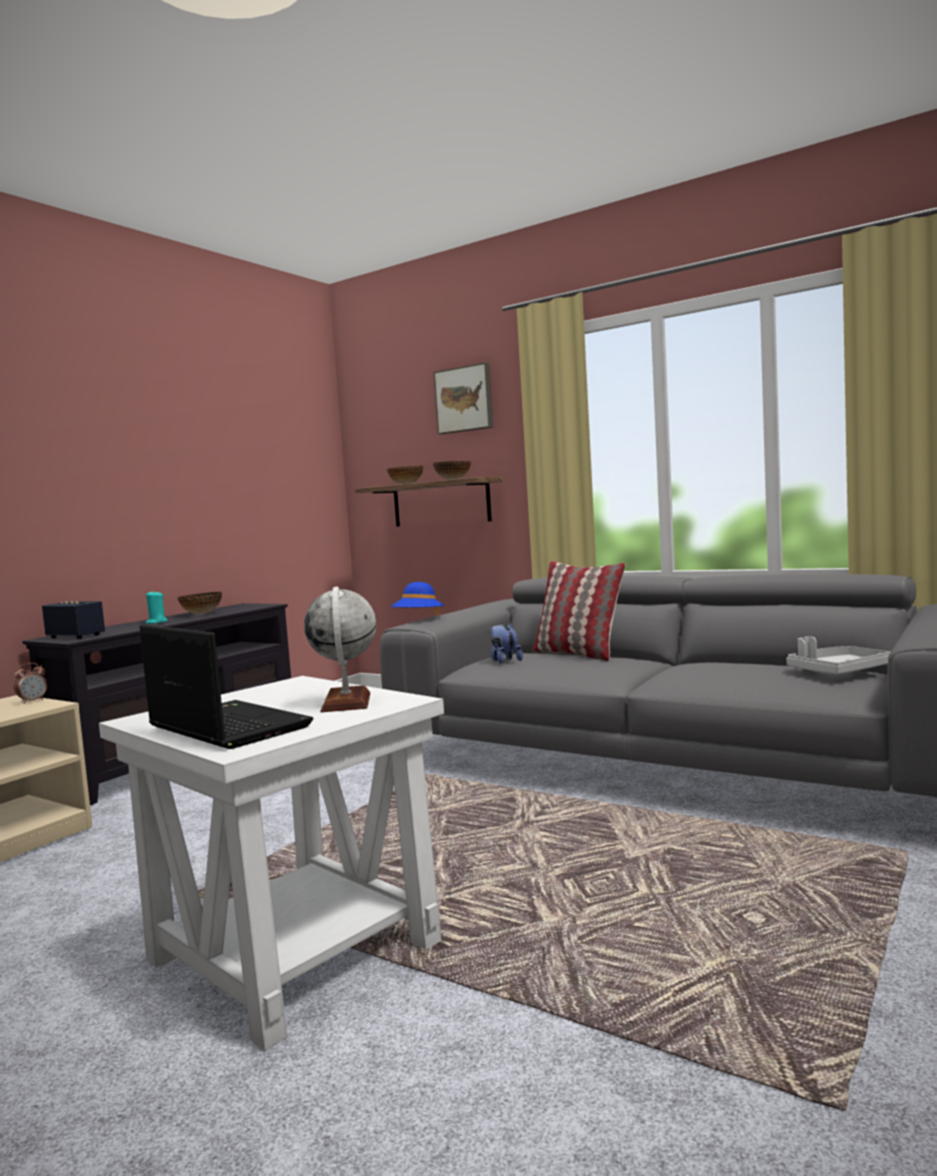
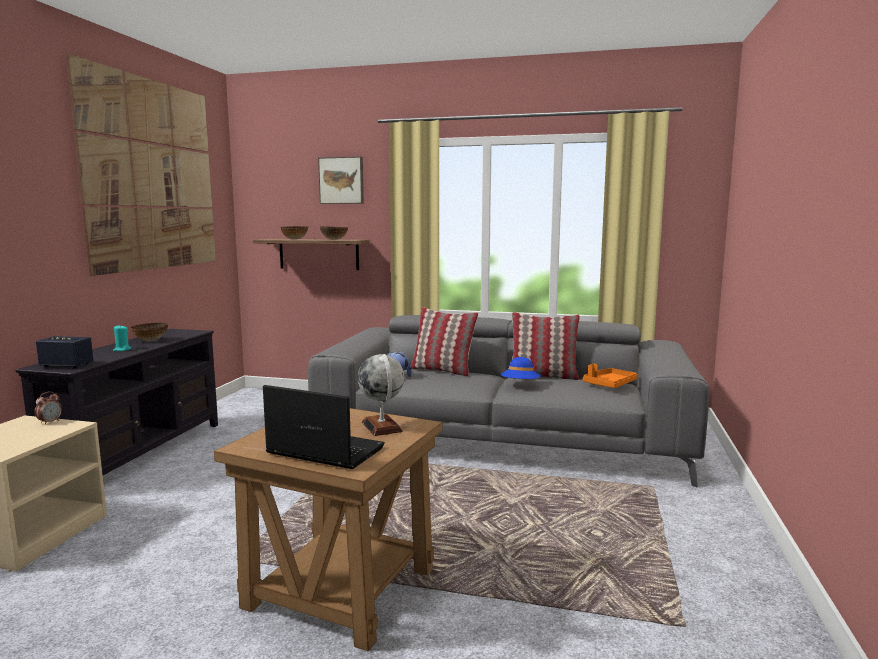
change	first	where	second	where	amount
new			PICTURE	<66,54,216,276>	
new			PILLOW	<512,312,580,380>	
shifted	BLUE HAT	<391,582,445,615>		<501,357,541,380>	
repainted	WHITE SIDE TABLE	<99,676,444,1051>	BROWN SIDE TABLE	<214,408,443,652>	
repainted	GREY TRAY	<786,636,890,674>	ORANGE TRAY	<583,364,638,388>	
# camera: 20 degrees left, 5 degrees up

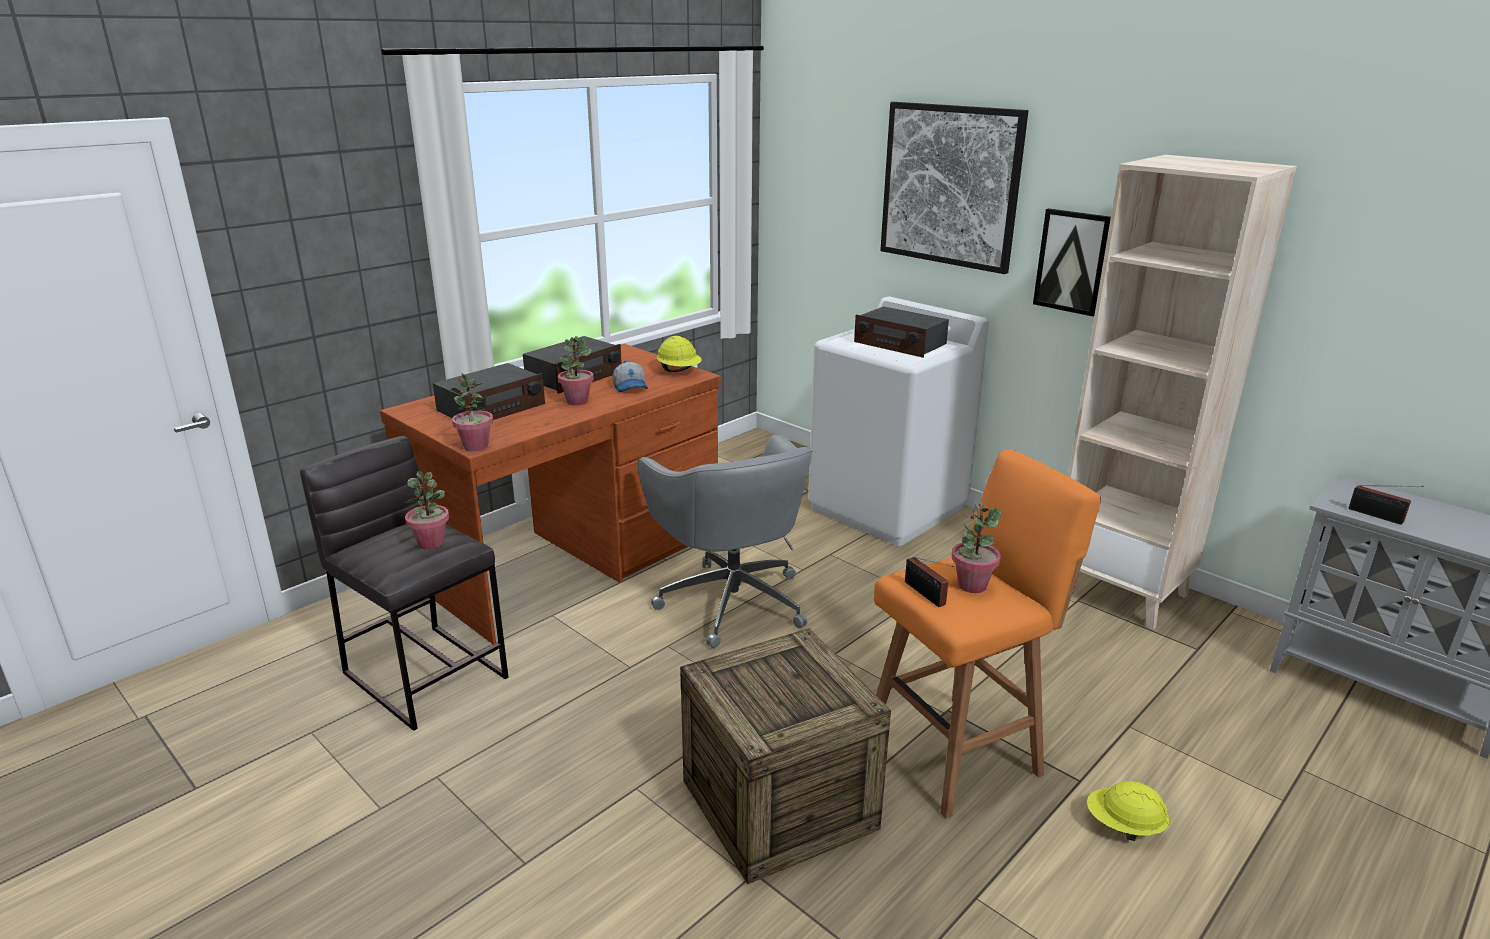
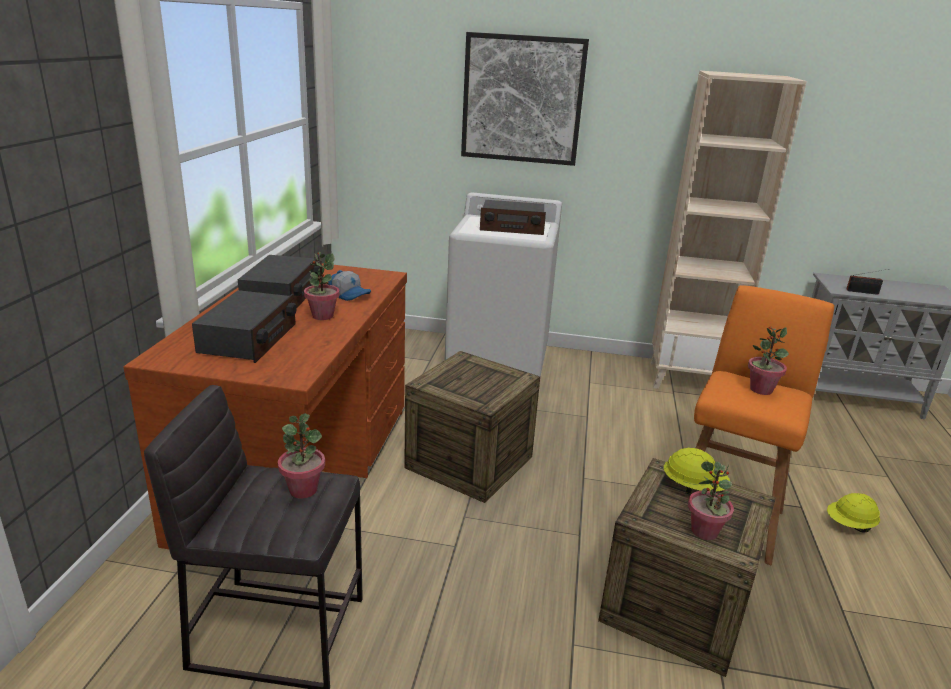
change	first	where	second	where	amount
gone	RADIO	<905,557,953,607>			
gone	PICTURE	<1033,208,1111,317>			
shifted	POTTED PLANT	<450,373,493,451>		<688,461,734,540>	
shifted	YELLOW HARD HAT	<656,336,702,372>		<664,448,730,495>	
swapped	GREY OFFICE CHAIR	<638,435,813,648>	CRATE	<404,351,540,503>	
# camera: 35 degrees left, 0 degrees up

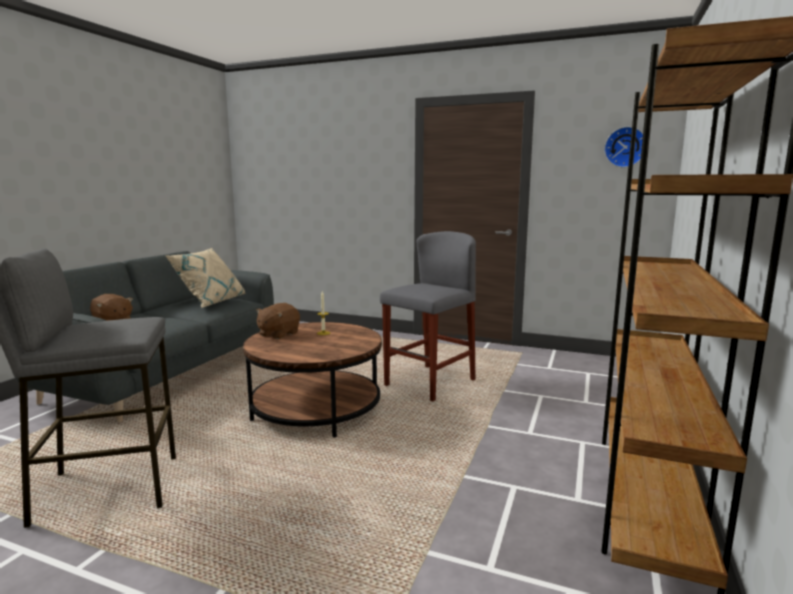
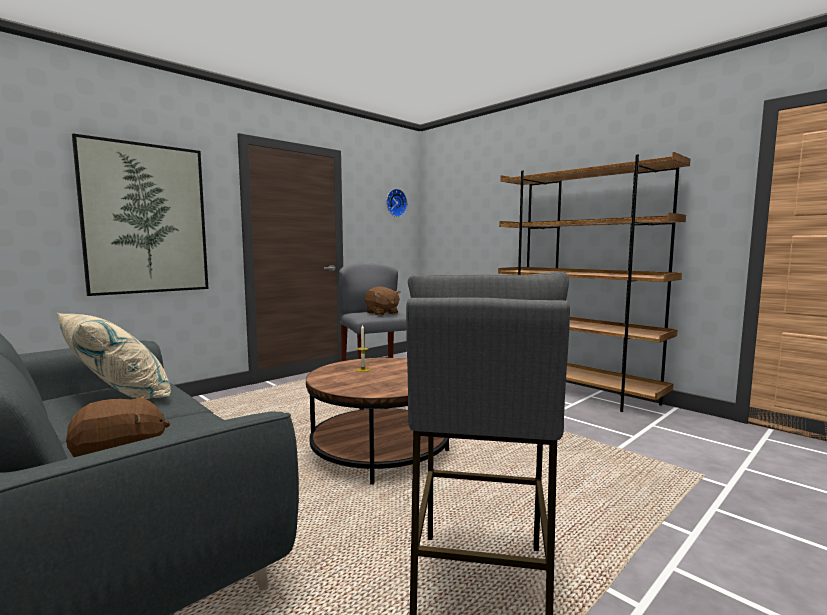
change	first	where	second	where	amount
new			PICTURE	<72,133,208,296>	
shifted	BROWN PLUSH TOY	<256,303,300,339>		<365,286,400,316>	
# camera: 65 degrees left, 5 degrees down

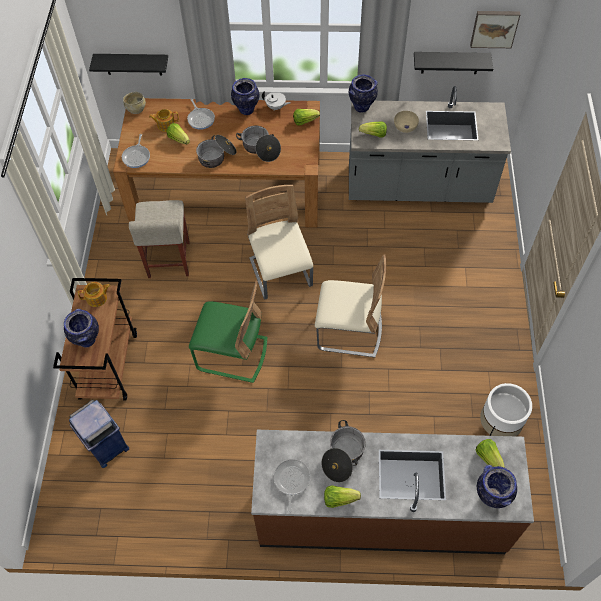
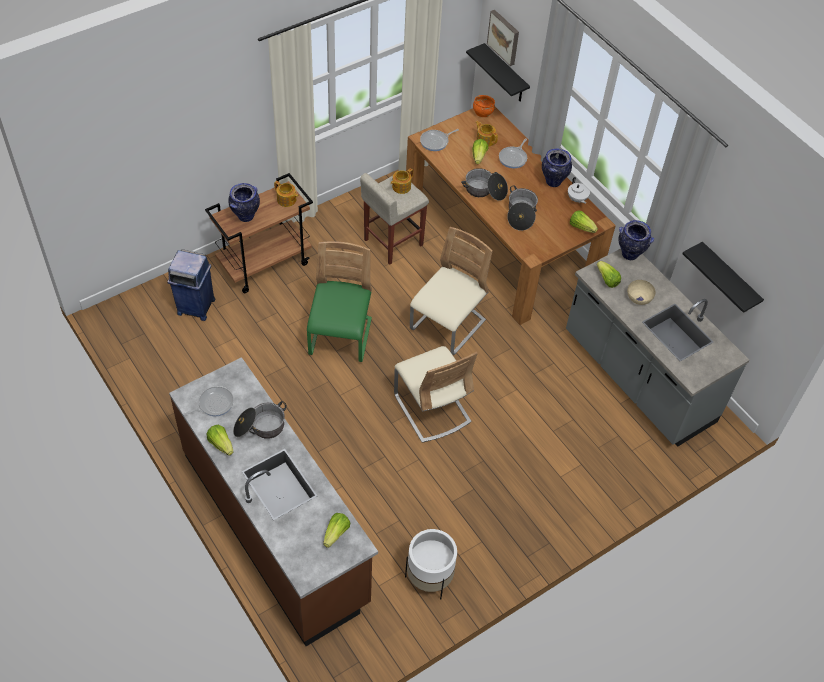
change	first	where	second	where	amount
gone	VASE	<477,465,517,508>			
new			TEAPOT	<390,168,413,194>	
shifted	PICTURE	<470,11,520,48>		<487,10,519,66>	
repainted	BEIGE BOWL	<123,92,146,114>	ORANGE BOWL	<473,95,495,117>	
rotated	GREEN CHAIR	<189,281,267,383>		<307,241,372,362>	150 degrees counterclockwise
# camera: 50 degrees right, 5 degrees down

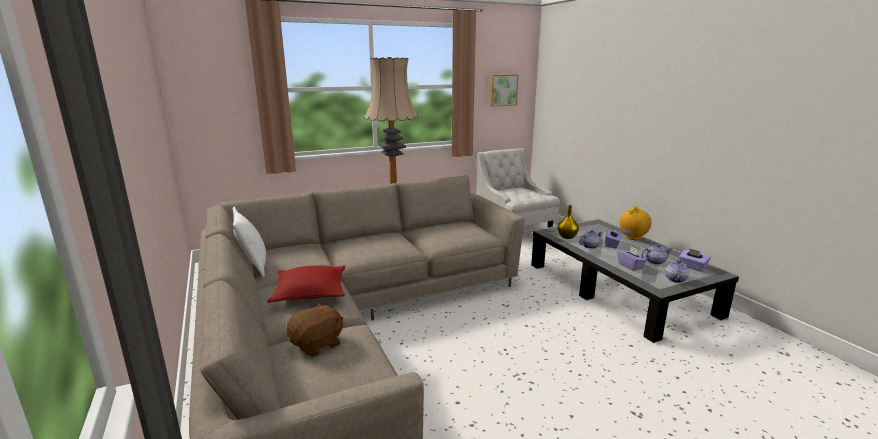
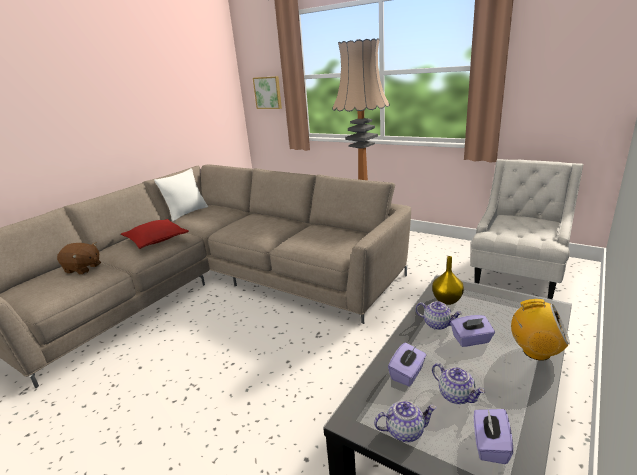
change	first	where	second	where	amount
shifted	PICTURE	<490,74,519,107>		<253,76,282,109>	
# camera: 60 degrees right, 5 degrees up

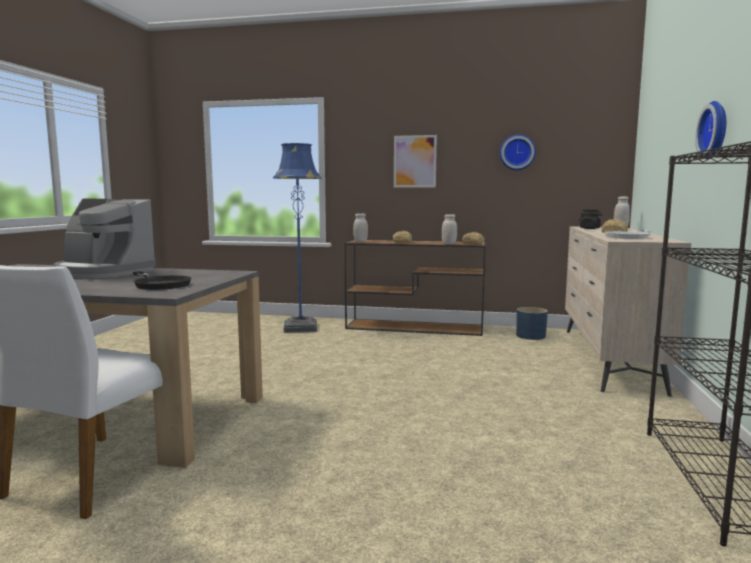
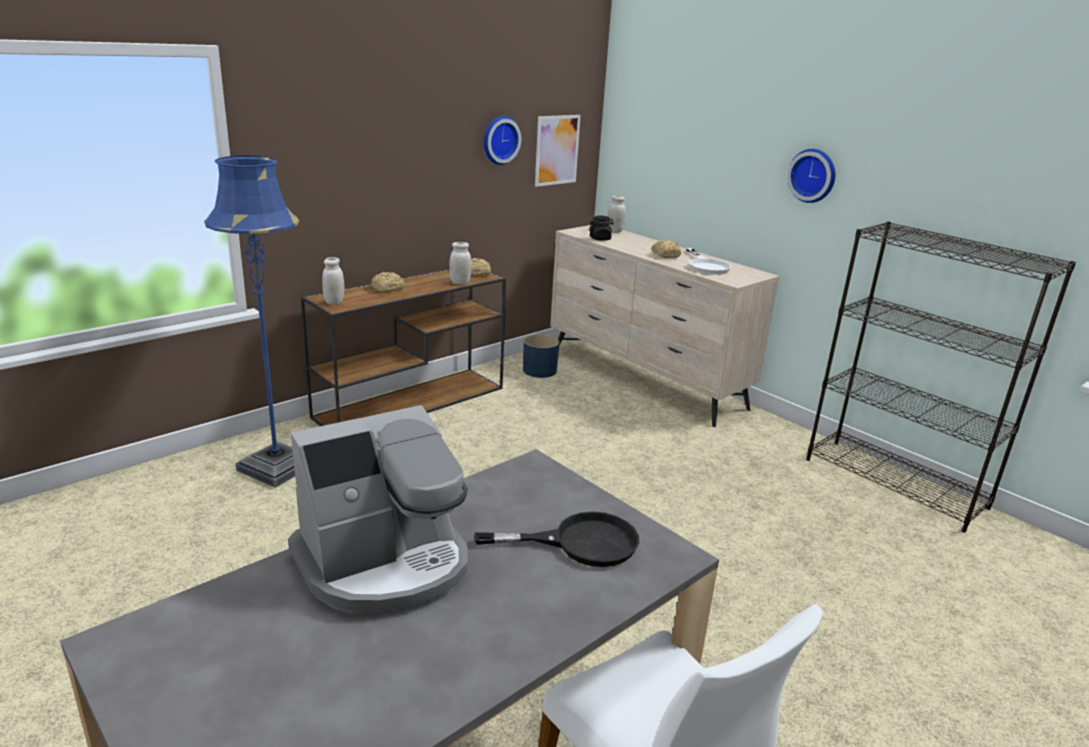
change	first	where	second	where	amount
shifted	PICTURE	<394,135,437,187>		<535,115,581,187>	
# camera: 55 degrees left, 15 degrees up

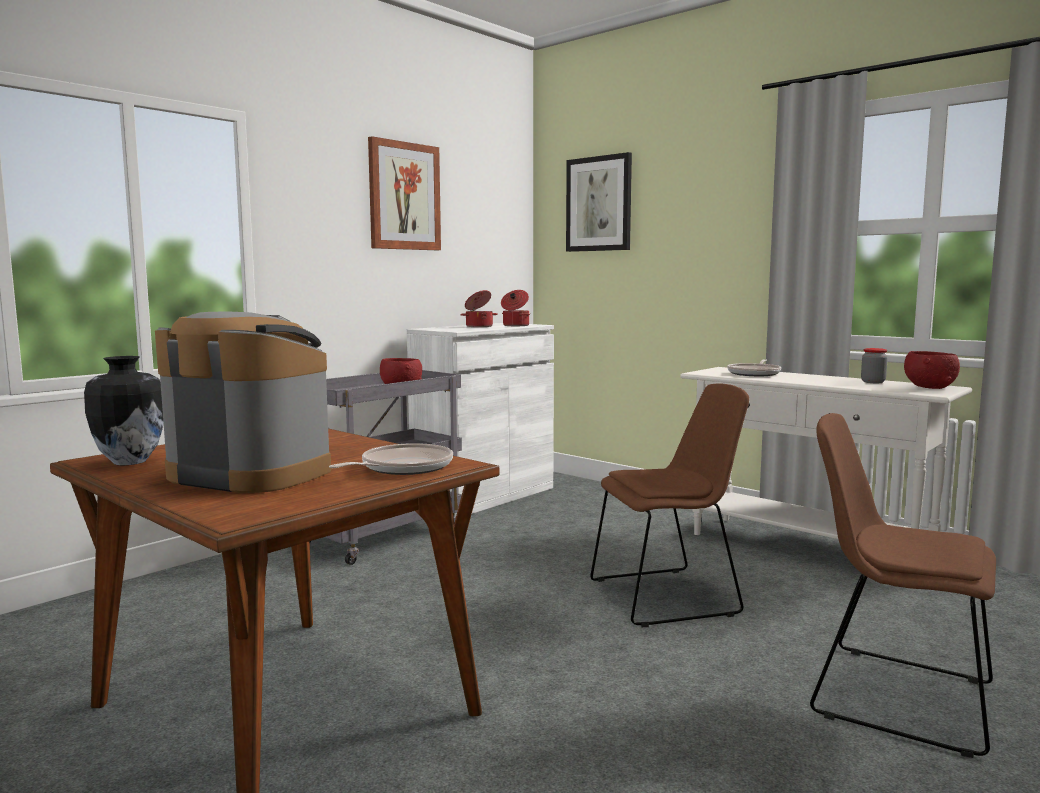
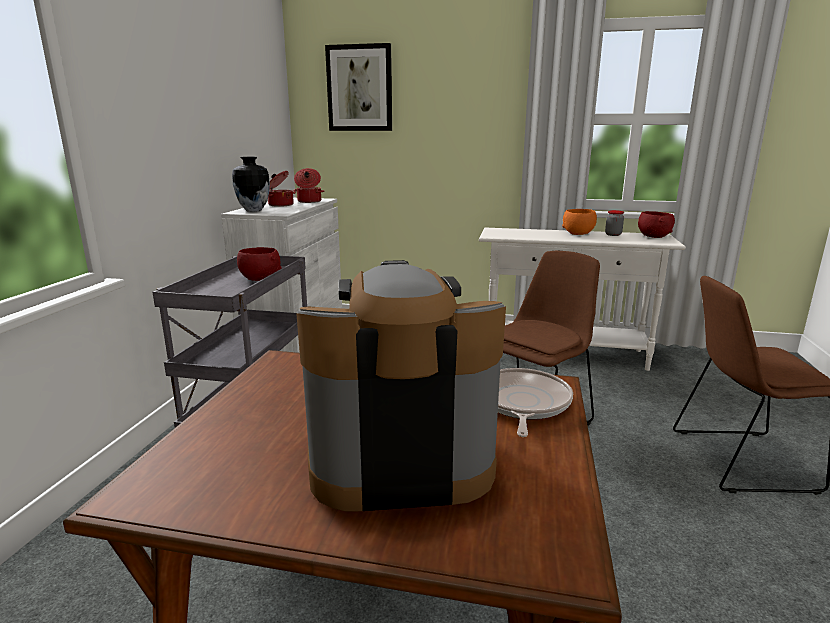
change	first	where	second	where	amount
gone	PICTURE	<368,136,441,250>			
gone	FRYING PAN	<727,359,781,376>			
new			ORANGE BOWL	<562,209,597,235>	
shifted	VASE	<84,356,163,465>		<232,157,270,212>	
# camera: 30 degrees left, 10 degrees up

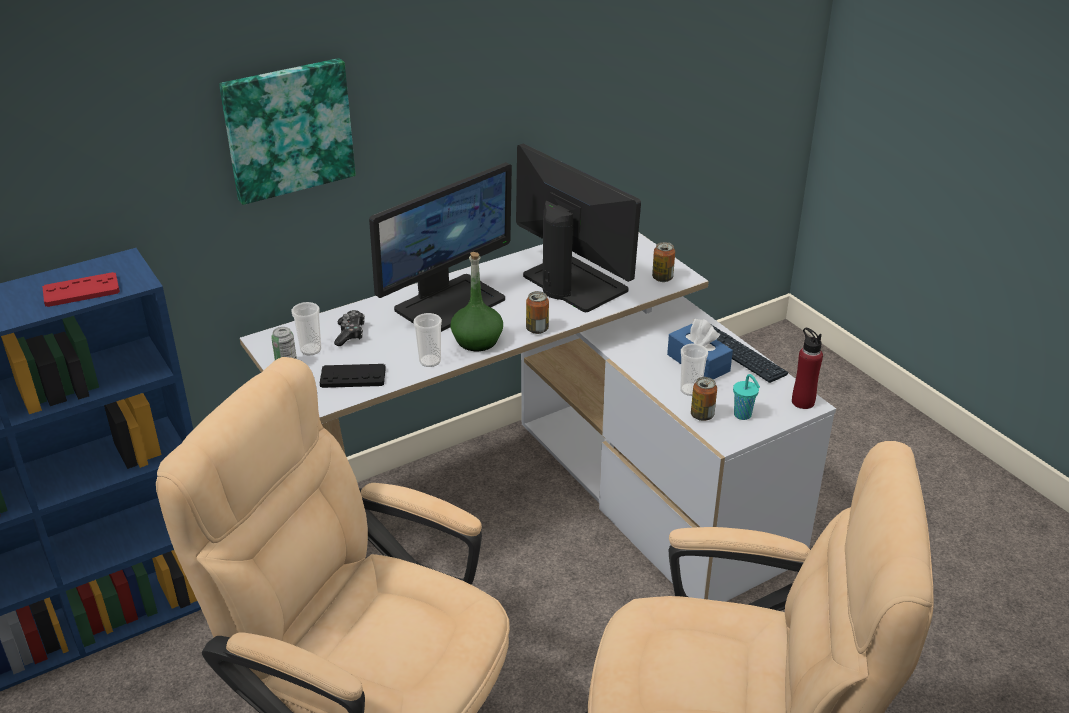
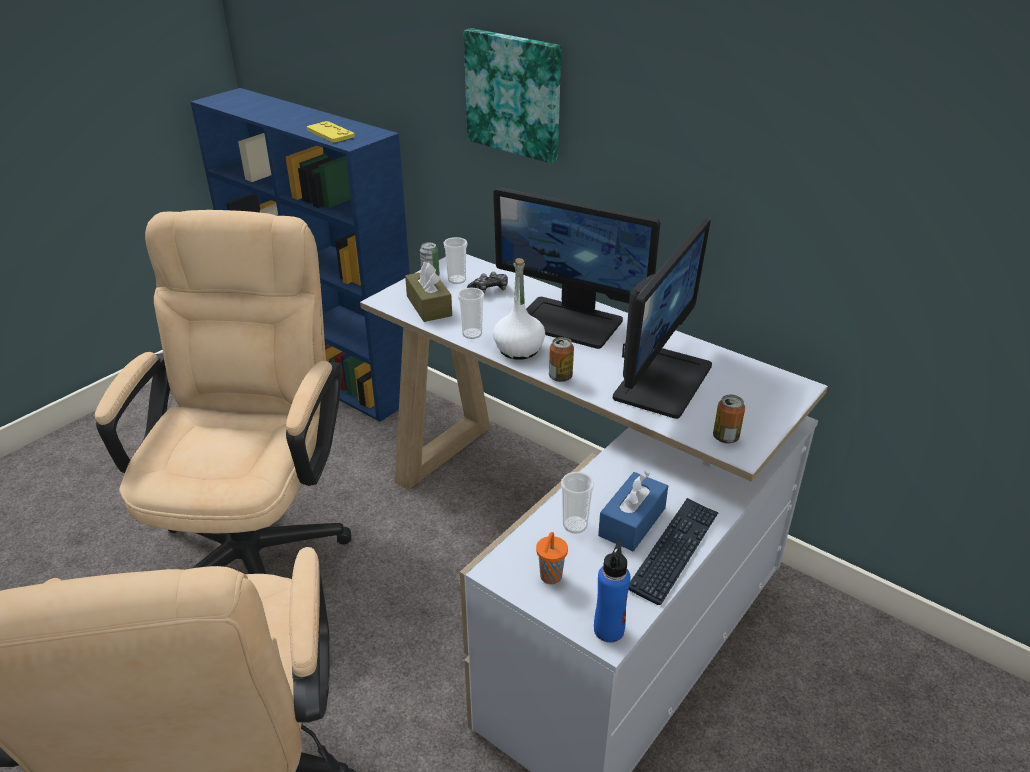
change	first	where	second	where	amount
gone	CAN	<691,377,717,421>			
swapped	BLACK GAME CONTROLLER	<320,364,386,388>	BROWN TISSUE BOX	<405,262,452,322>	
repainted	RED GAME CONTROLLER	<42,272,120,307>	YELLOW GAME CONTROLLER	<307,121,355,143>	
repainted	GREEN BOTTLE	<450,252,503,351>	WHITE BOTTLE	<493,258,545,360>	
repainted	TURQUOISE CUP	<733,374,760,420>	ORANGE CUP	<536,532,568,584>	
repainted	RED BOTTLE	<792,328,823,409>	BLUE BOTTLE	<594,539,630,642>	
# camera: 70 degrees right, 0 degrees up

